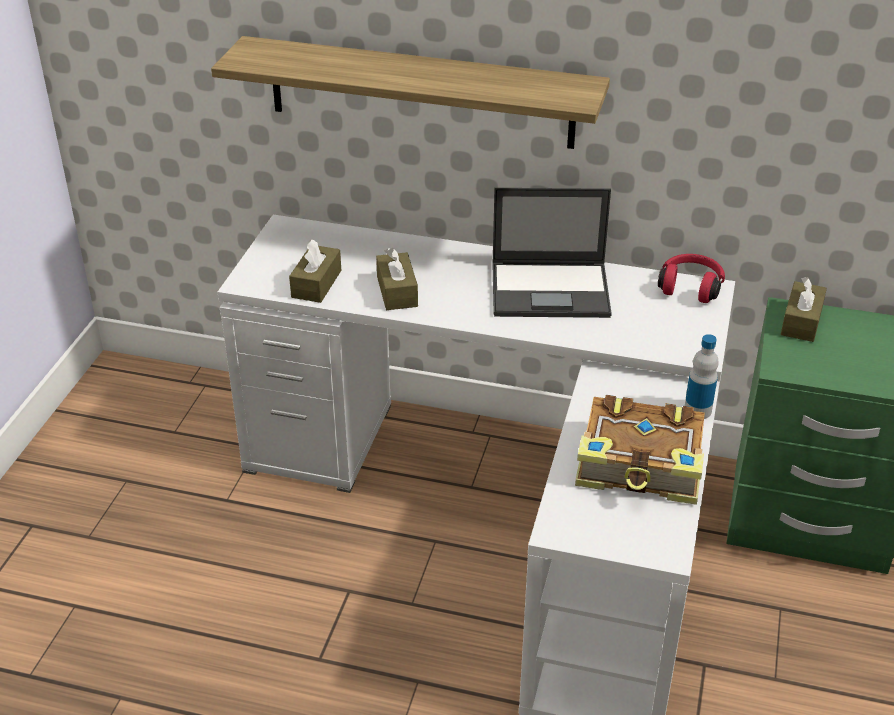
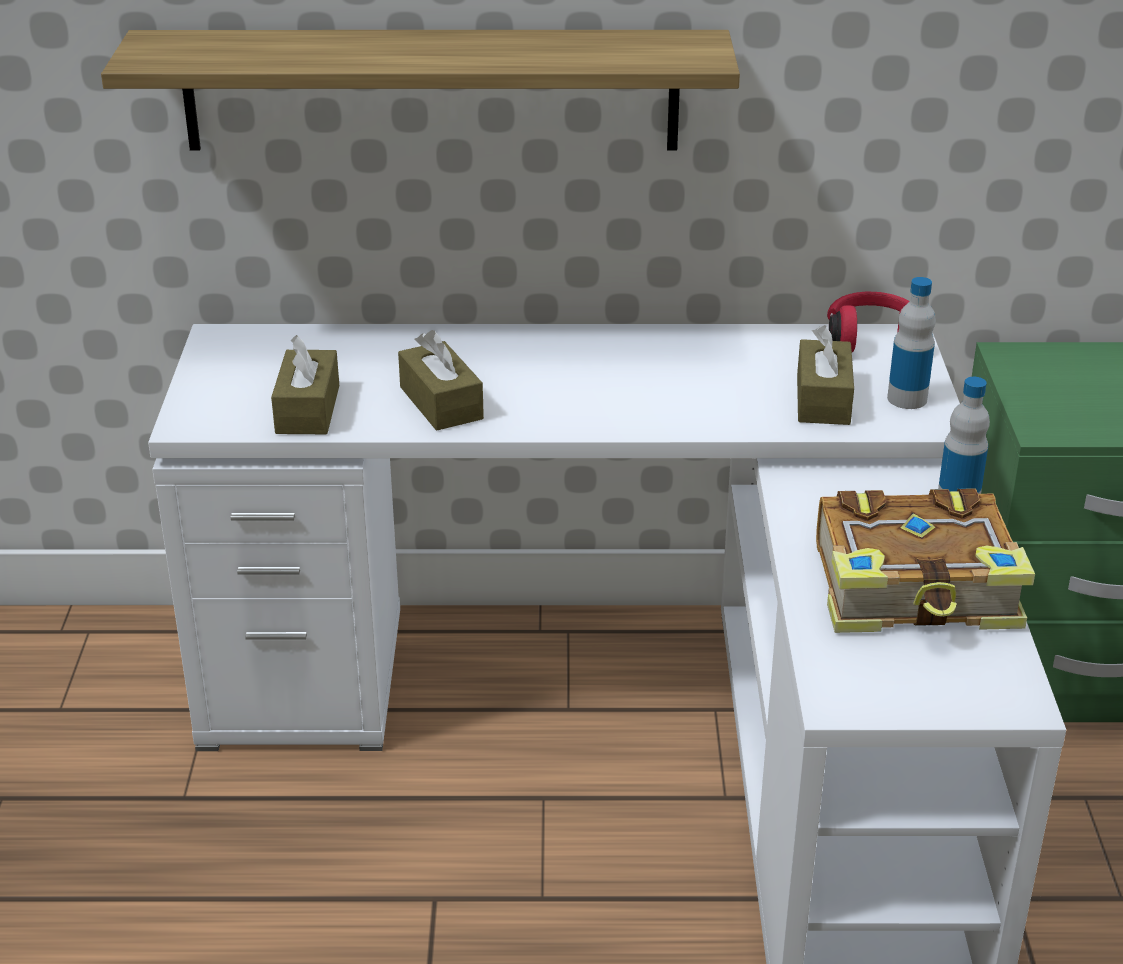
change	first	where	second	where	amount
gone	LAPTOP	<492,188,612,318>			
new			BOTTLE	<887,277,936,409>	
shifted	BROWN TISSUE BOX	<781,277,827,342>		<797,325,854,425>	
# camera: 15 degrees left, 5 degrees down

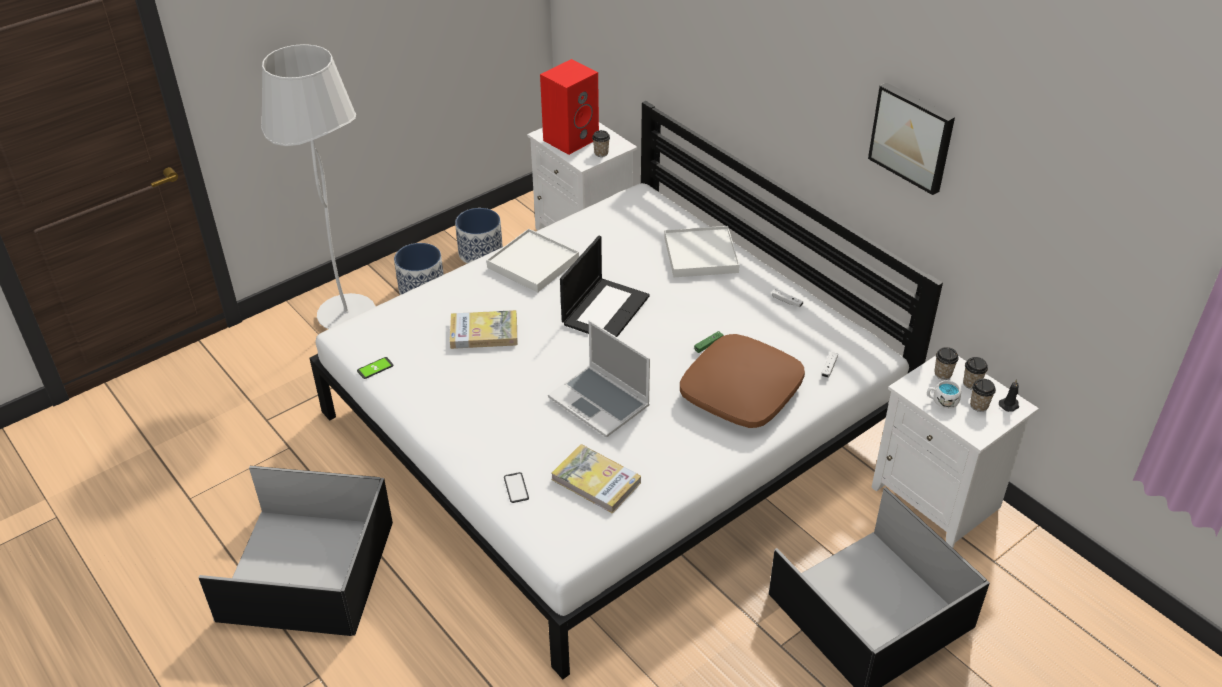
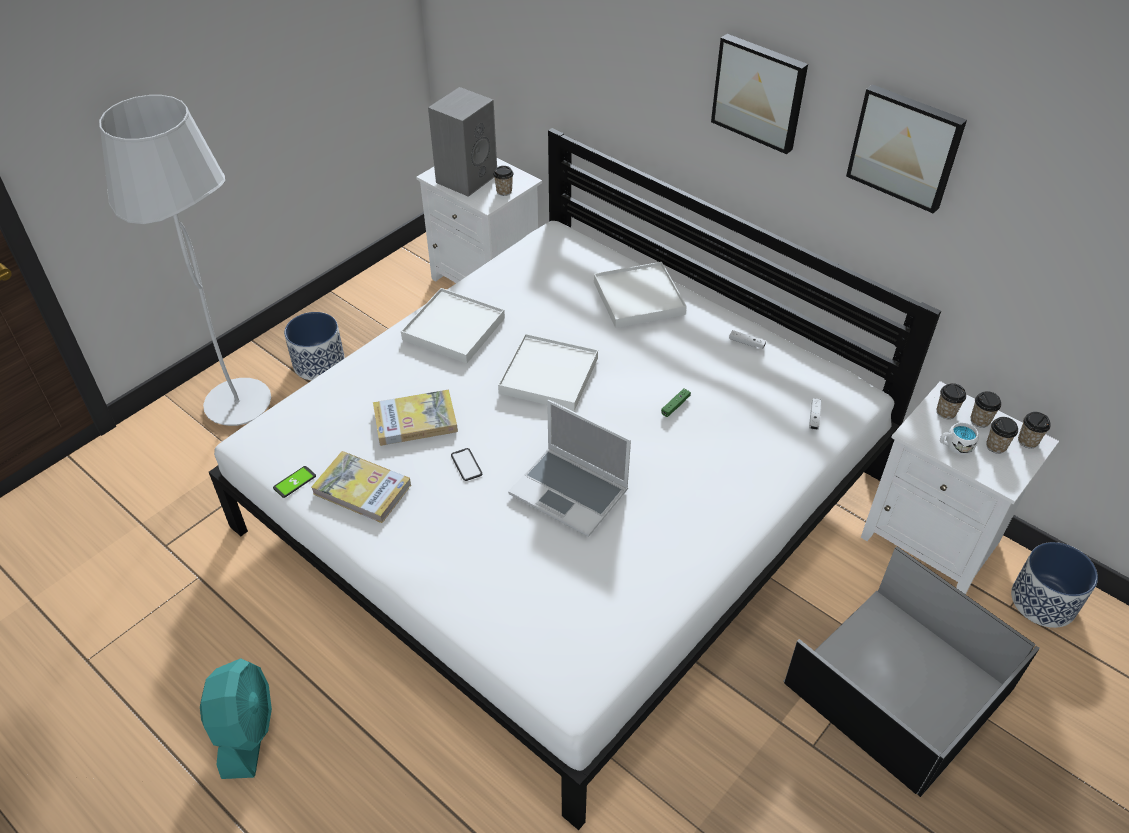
change	first	where	second	where	amount
gone	BROWN PILLOW	<680,334,805,428>			
new			PICTURE	<711,34,808,154>	
shifted	PLANTER	<455,208,503,264>		<1011,542,1098,628>	
shifted	PHONE	<504,472,529,503>		<451,448,482,481>	
shifted	BOOK	<552,444,641,514>		<311,451,411,523>	
swapped	BLACK STORAGE BOX	<199,466,393,636>	TURQUOISE FAN	<200,658,272,779>	
swapped	LAPTOP	<560,236,650,337>	WHITE TRAY	<498,334,598,411>	
swapped	BLACK CANDLE	<999,379,1019,412>	CUP	<1018,412,1051,449>	
repainted	RED SPEAKER	<540,59,599,155>	GREY SPEAKER	<428,87,497,197>	
# camera: 10 degrees left, 5 degrees up

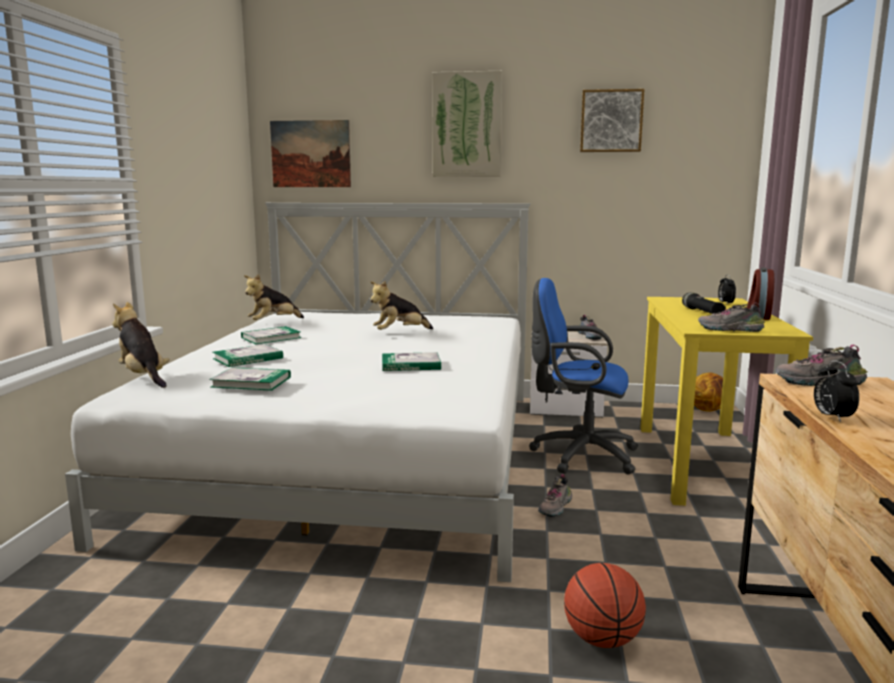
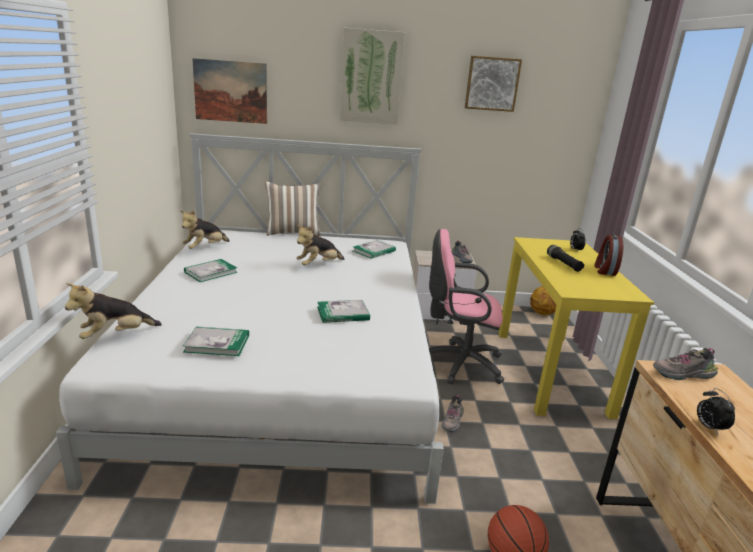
change	first	where	second	where	amount
gone	SHOE	<698,302,765,332>			
new			PILLOW	<265,181,322,236>	
shifted	BOOK	<213,344,283,367>		<353,240,396,259>	
repainted	BLUE OFFICE CHAIR	<529,278,638,474>	PINK OFFICE CHAIR	<429,229,504,384>	
rotated	PLUSH TOY	<112,302,170,388>		<65,283,162,339>	75 degrees counterclockwise
# camera: 10 degrees left, 10 degrees up

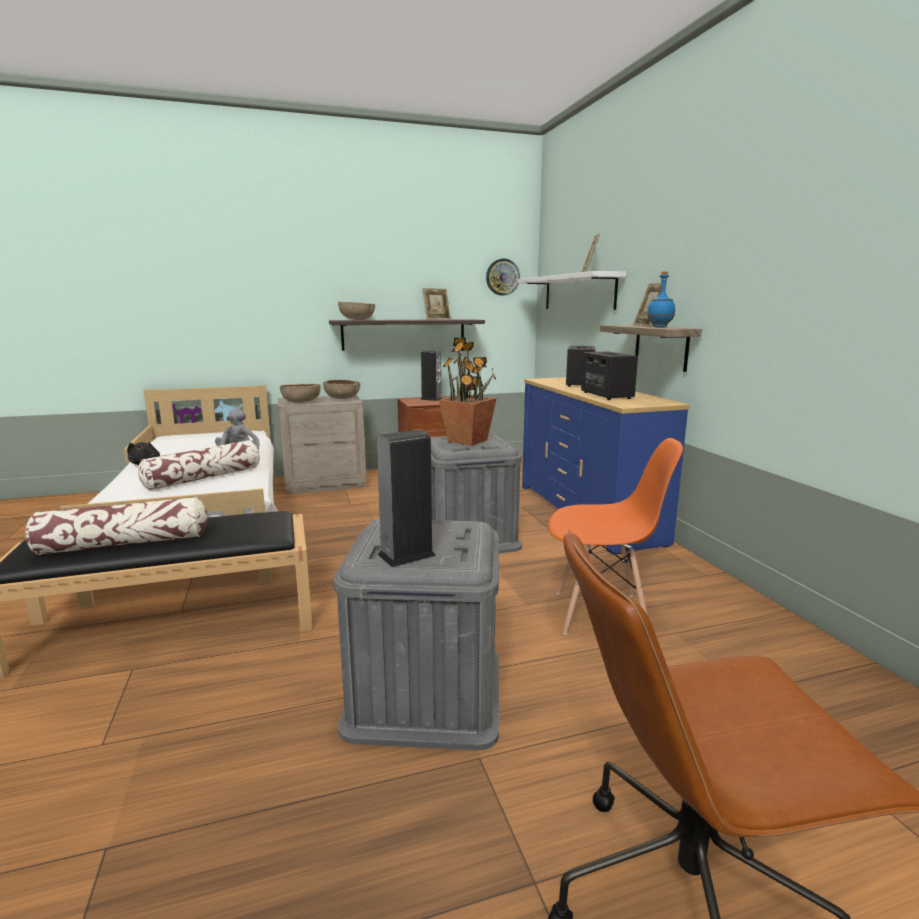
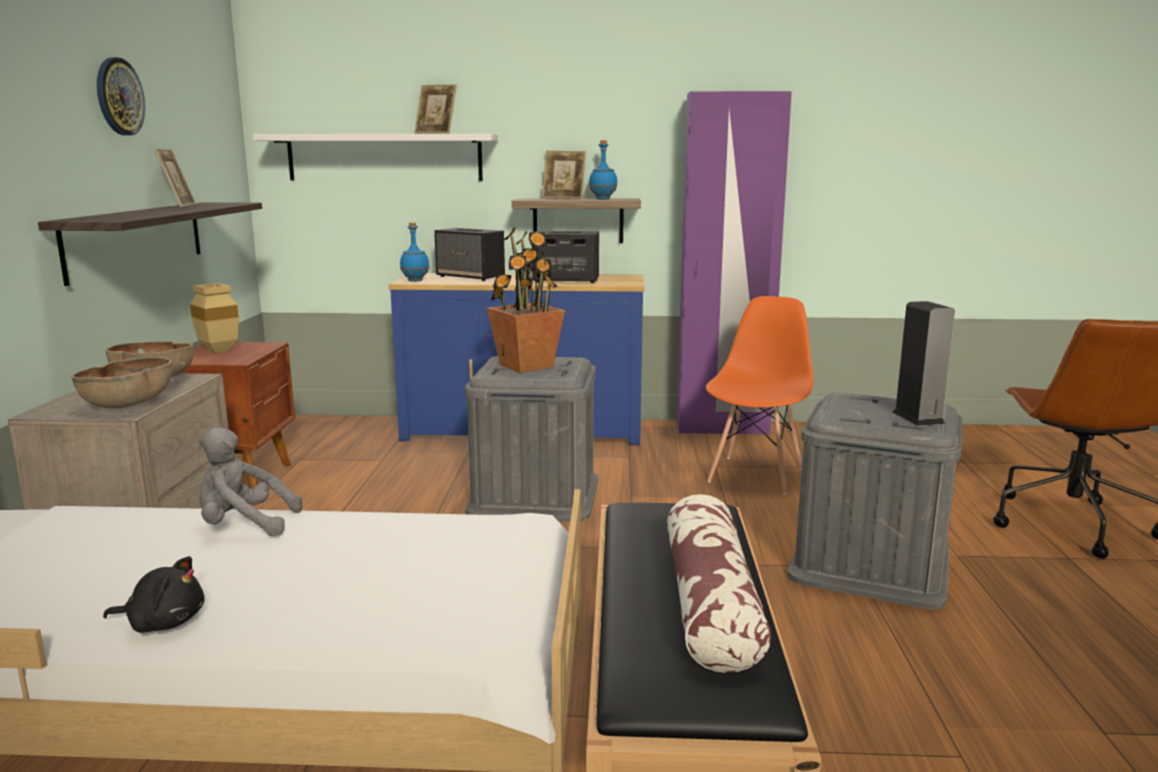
change	first	where	second	where	amount
gone	PILLOW	<138,440,260,491>			
gone	BROWN BOWL	<338,302,375,320>			
new			BLUE BOTTLE	<400,222,429,282>	
new			PURPLE WARDROBE	<677,91,792,435>	
shifted	WALL CLOCK	<486,259,520,296>		<97,57,145,135>	
swapped	SPEAKER	<420,350,442,401>	BEIGE VASE	<190,283,239,353>	
# camera: 70 degrees left, 0 degrees up

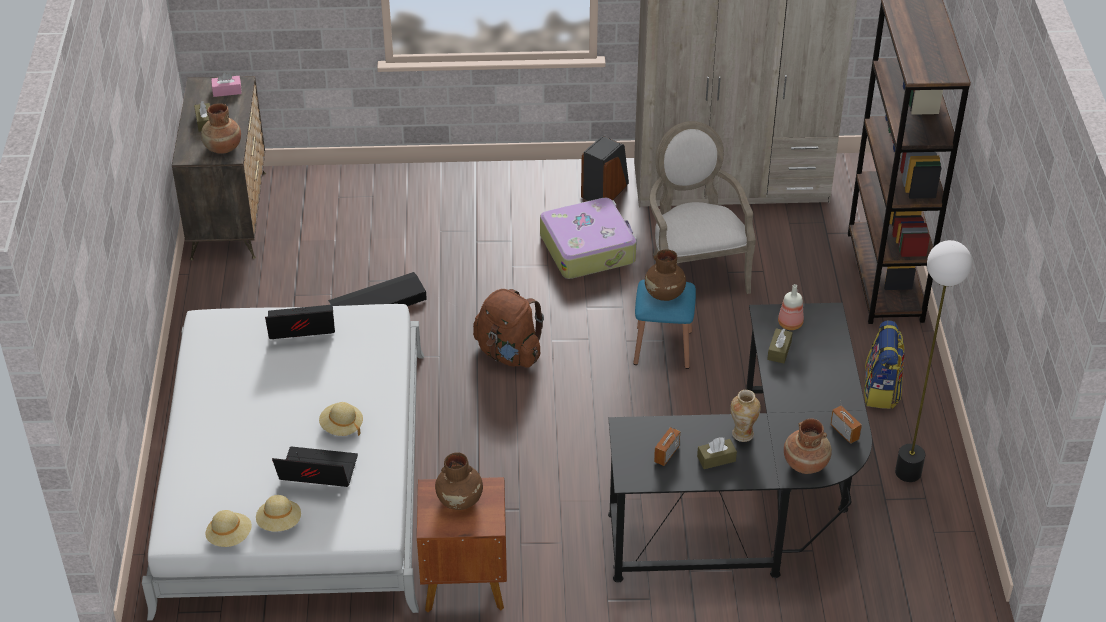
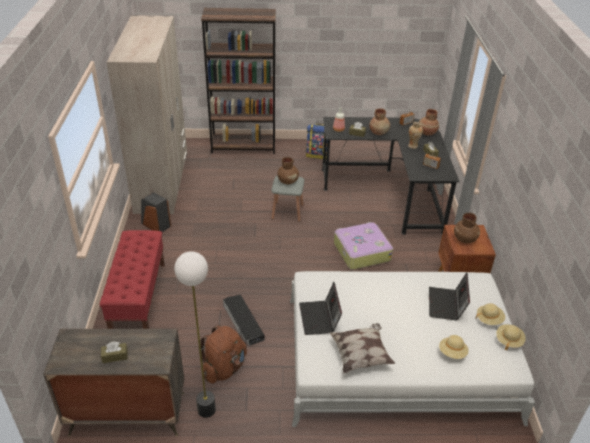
change	first	where	second	where	amount
gone	PINK TISSUE BOX	<211,72,242,97>			
gone	ARMCHAIR	<650,121,756,294>			
new			RED BENCH	<100,230,165,329>	
new			PILLOW	<329,323,395,373>	
shifted	BROWN VASE	<201,103,241,154>		<369,108,390,135>	
shifted	BEIGE HAT	<319,402,363,436>		<439,335,468,359>	
shifted	BROWN BACKPACK	<473,289,544,368>		<201,325,247,384>	
shifted	SUITCASE	<540,198,637,279>		<334,222,393,269>	
shifted	FLOOR LAMP	<895,240,972,482>		<174,251,216,418>	
repainted	BLUE STOOL	<633,279,696,369>	GREY STOOL	<272,175,304,222>	
# camera: 90 degrees left, 5 degrees down

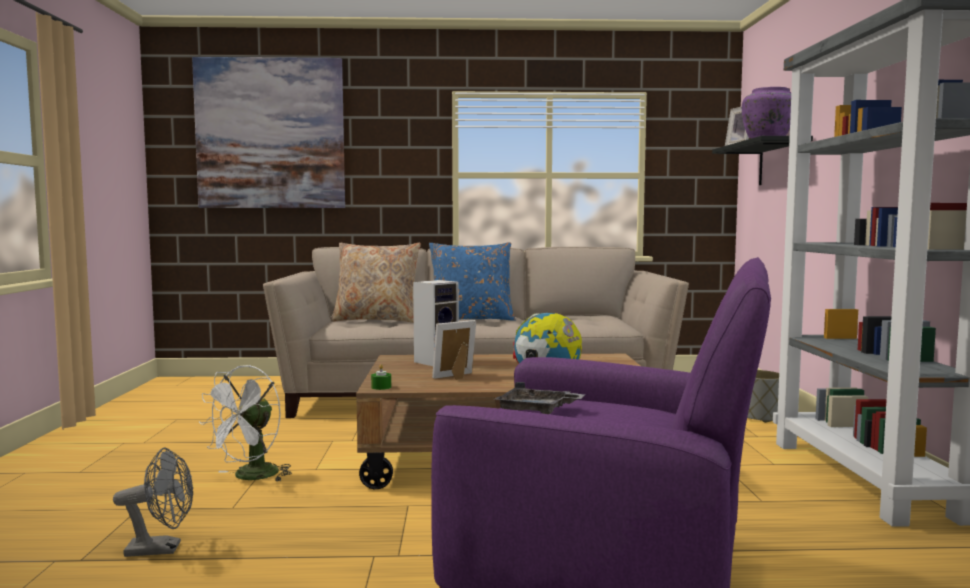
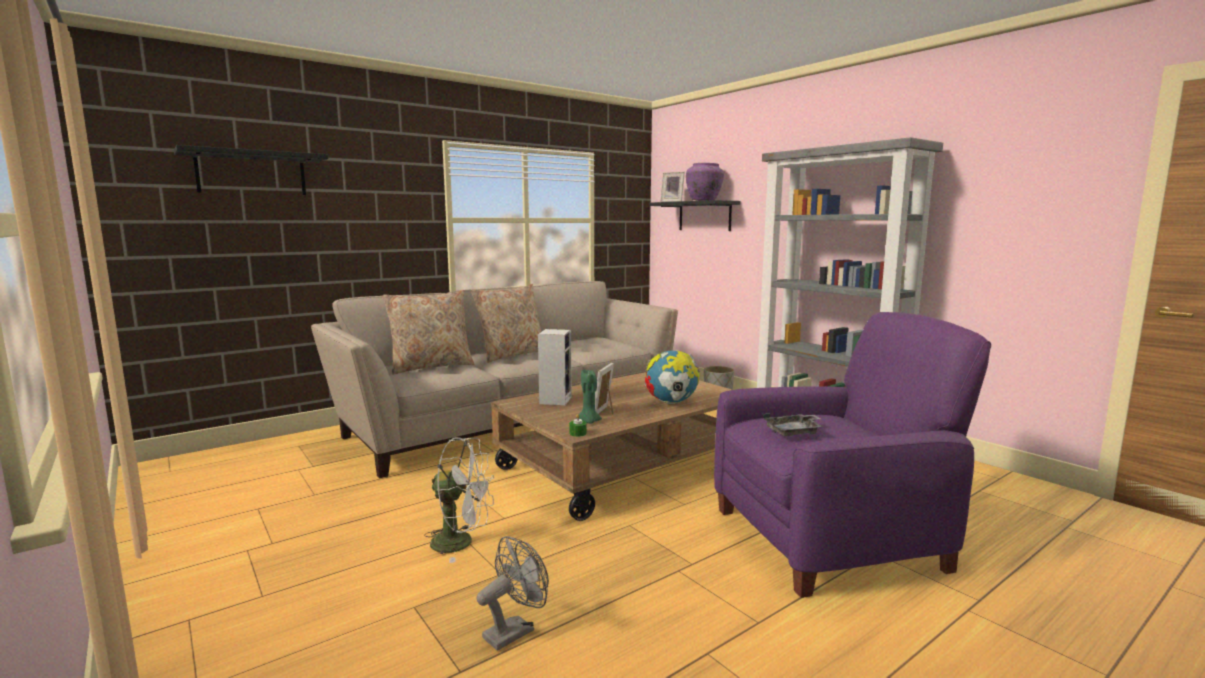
change	first	where	second	where	amount
new			GREEN CANDLE	<576,370,602,423>	
swapped	PICTURE	<192,57,345,208>	BLACK SHELF	<174,145,329,195>	
repainted	BLUE PILLOW	<429,242,515,321>	BEIGE PILLOW	<471,284,541,363>	
rotated	WHITE FAN	<199,365,292,481>		<424,437,494,563>	75 degrees counterclockwise
# camera: 35 degrees left, 5 degrees up

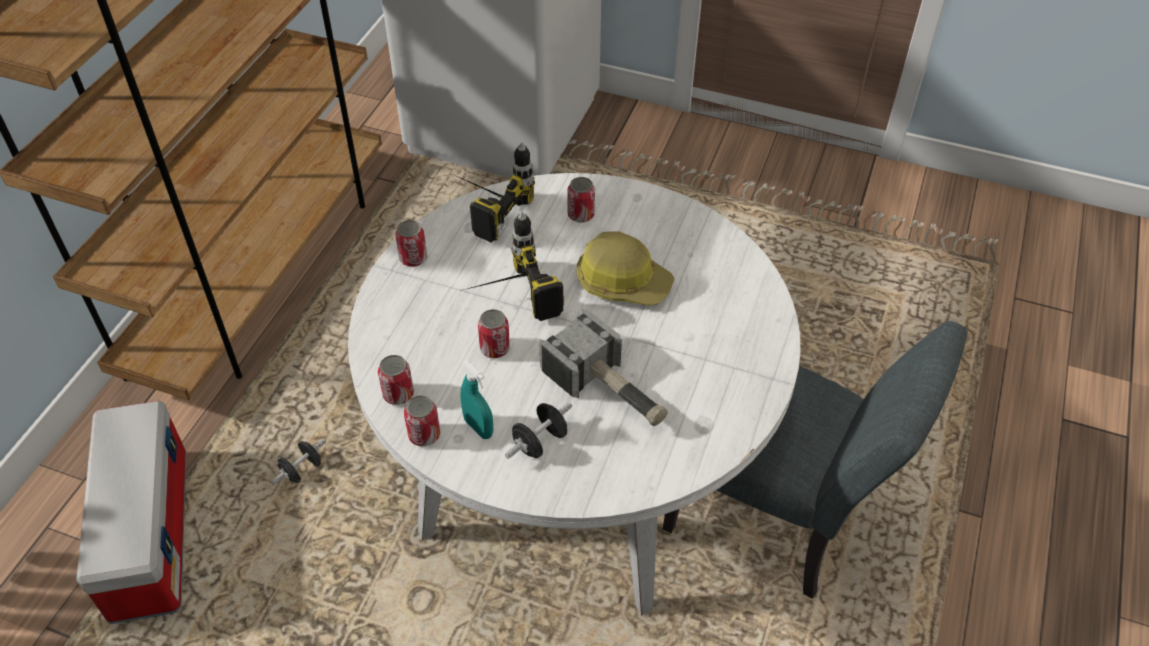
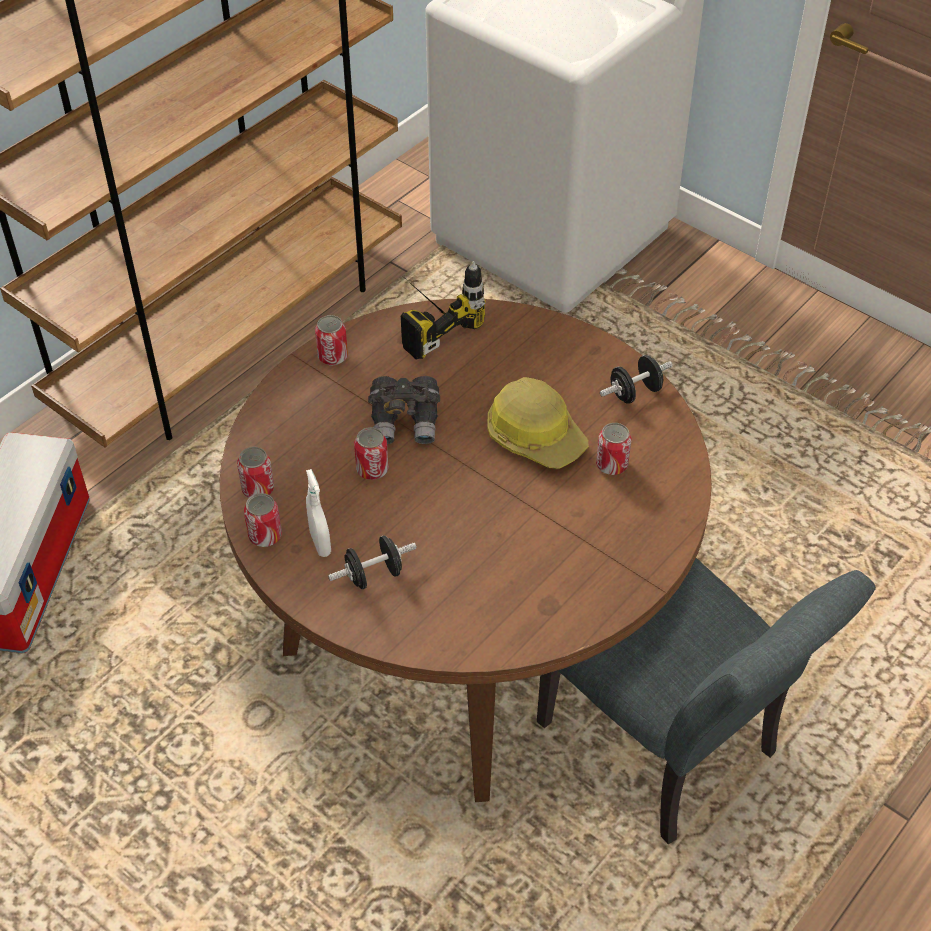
change	first	where	second	where	amount
gone	HAMMER	<539,309,668,426>			
shifted	BLACK DUMBBELL	<271,439,326,485>		<600,355,673,404>	
shifted	CAN	<568,177,595,223>		<596,423,631,475>	
swapped	POWER DRILL	<460,211,564,321>	GREY BINOCULARS	<368,376,440,444>	
repainted	WHITE DINING TABLE	<348,173,801,616>	BROWN DINING TABLE	<220,299,712,802>	
repainted	TURQUOISE SPRAY BOTTLE	<460,360,493,439>	WHITE SPRAY BOTTLE	<306,469,331,557>	
# camera: 20 degrees right, 0 degrees up

